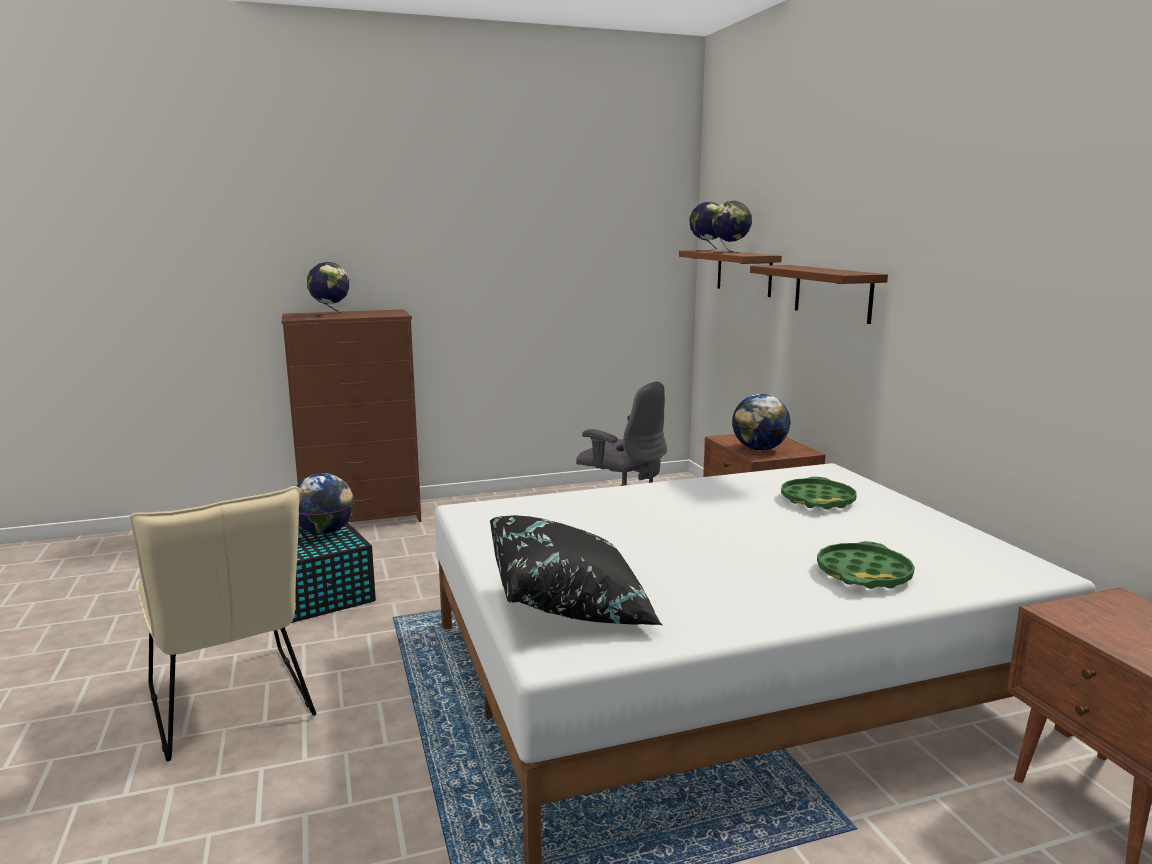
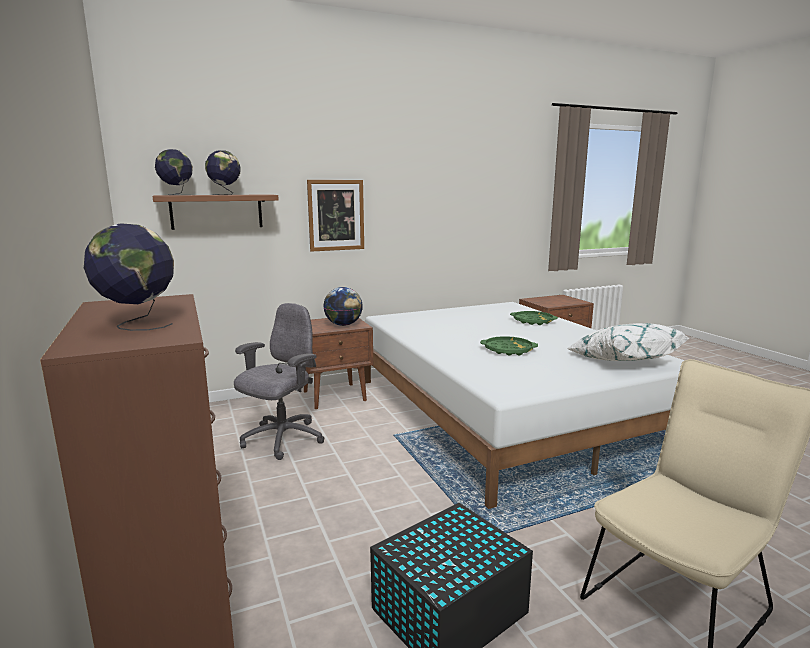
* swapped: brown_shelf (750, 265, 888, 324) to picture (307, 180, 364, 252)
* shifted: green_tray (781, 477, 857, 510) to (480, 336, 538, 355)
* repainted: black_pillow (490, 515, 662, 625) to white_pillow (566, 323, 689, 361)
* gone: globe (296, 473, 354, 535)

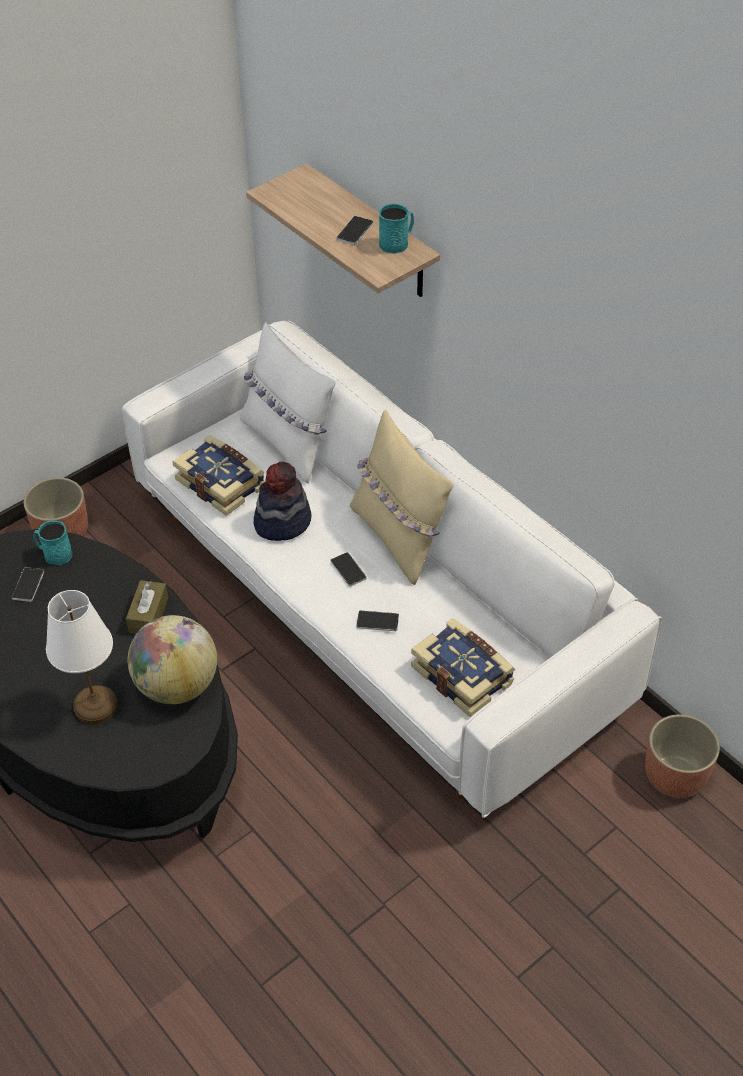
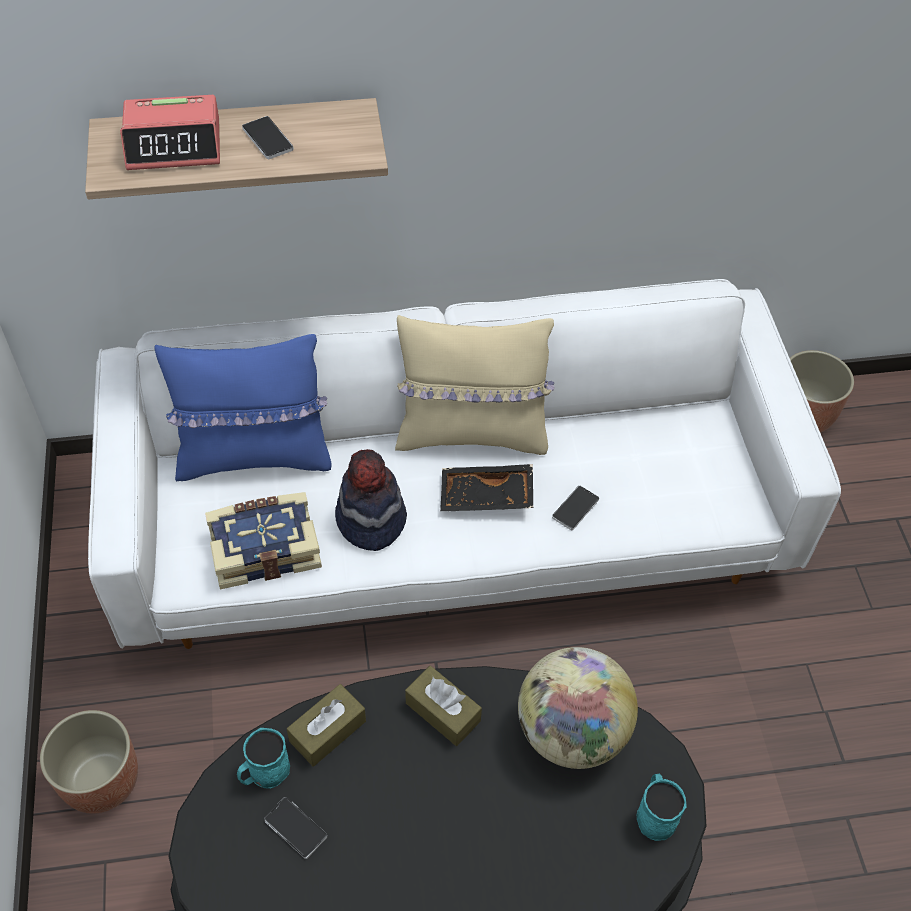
* new: alarm_clock (120, 95, 220, 170)
* repainted: white_pillow (240, 322, 336, 483) to blue_pillow (154, 334, 332, 481)
* new: brown_tissue_box (287, 684, 366, 767)
* swapped: phone (331, 552, 367, 587) to black_tray (440, 464, 533, 511)
* shifted: turquoise_mug (379, 203, 414, 253) to (637, 774, 687, 841)
* gone: white_table_lamp (46, 590, 117, 724)
* gone: book (411, 618, 515, 717)

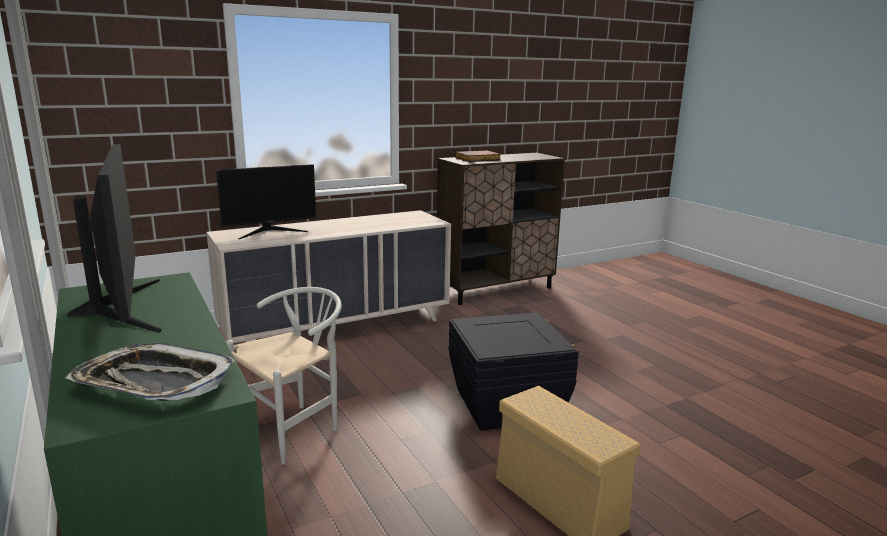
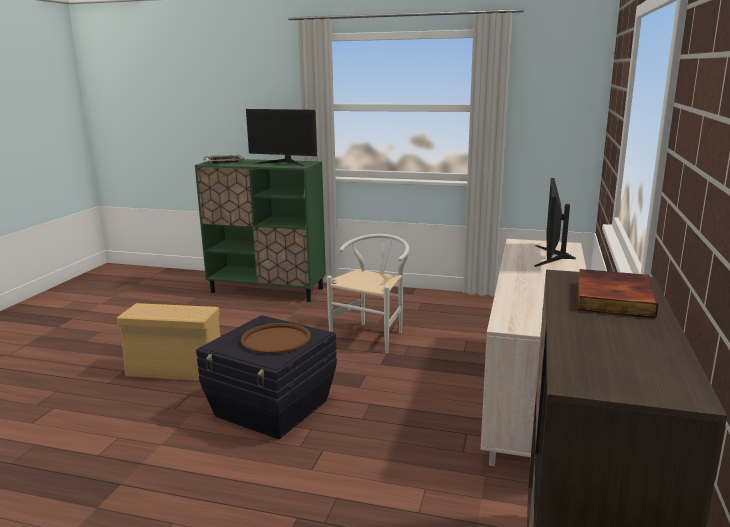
* new: brown_tray (241, 323, 311, 354)
* rotated: white_chair (226, 287, 342, 465) = (327, 234, 409, 353) 150 degrees counterclockwise

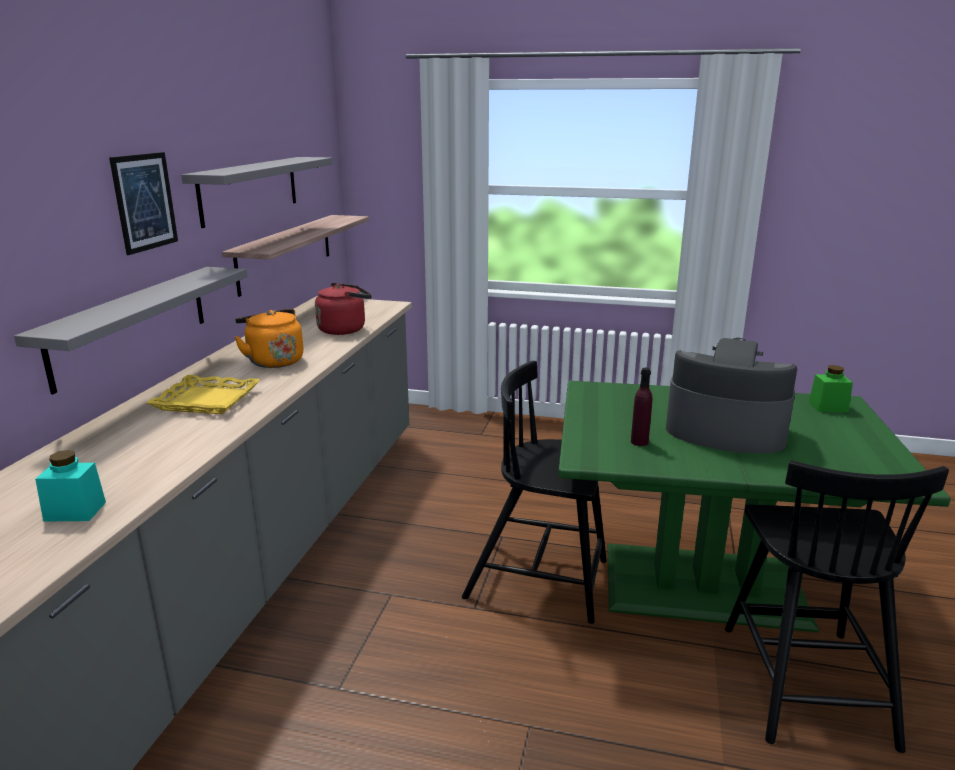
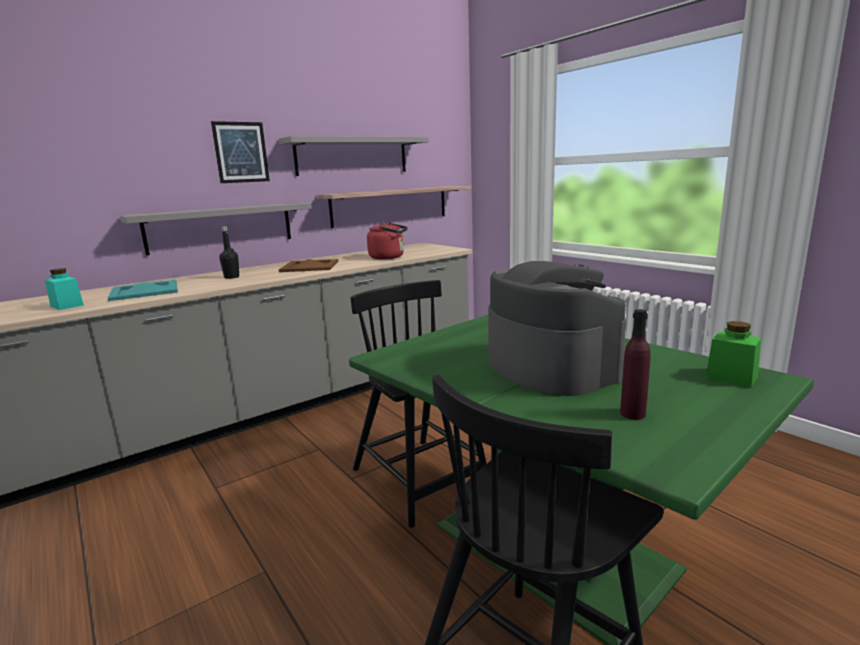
* new: turquoise_tray (108, 280, 178, 301)
* swapped: yellow_tray (147, 375, 260, 414) to black_bottle (219, 226, 239, 279)
* swapped: orange_kettle (234, 309, 304, 368) to brown_tray (279, 259, 338, 272)
* shifted: purple_bottle (631, 368, 652, 446) to (620, 309, 651, 420)

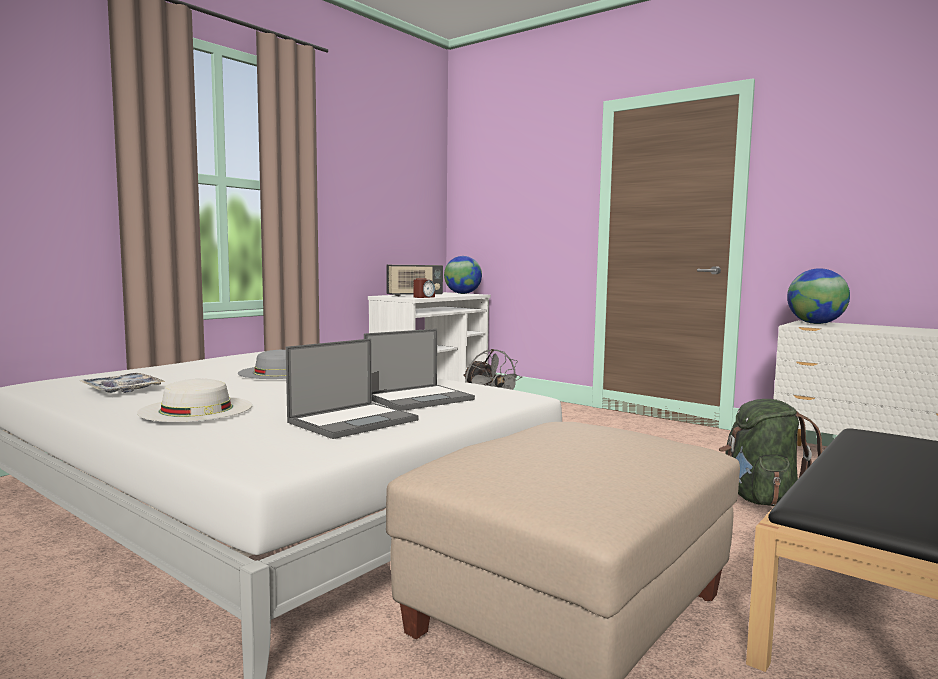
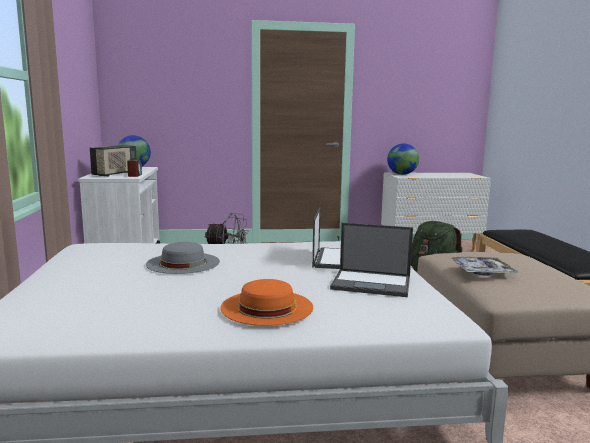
* repainted: white_hat (137, 379, 252, 422) to orange_hat (221, 279, 313, 326)
* rotated: laptop (286, 339, 418, 439) = (330, 223, 413, 297) 105 degrees clockwise
* shifted: tray (80, 373, 165, 393) to (452, 257, 519, 275)

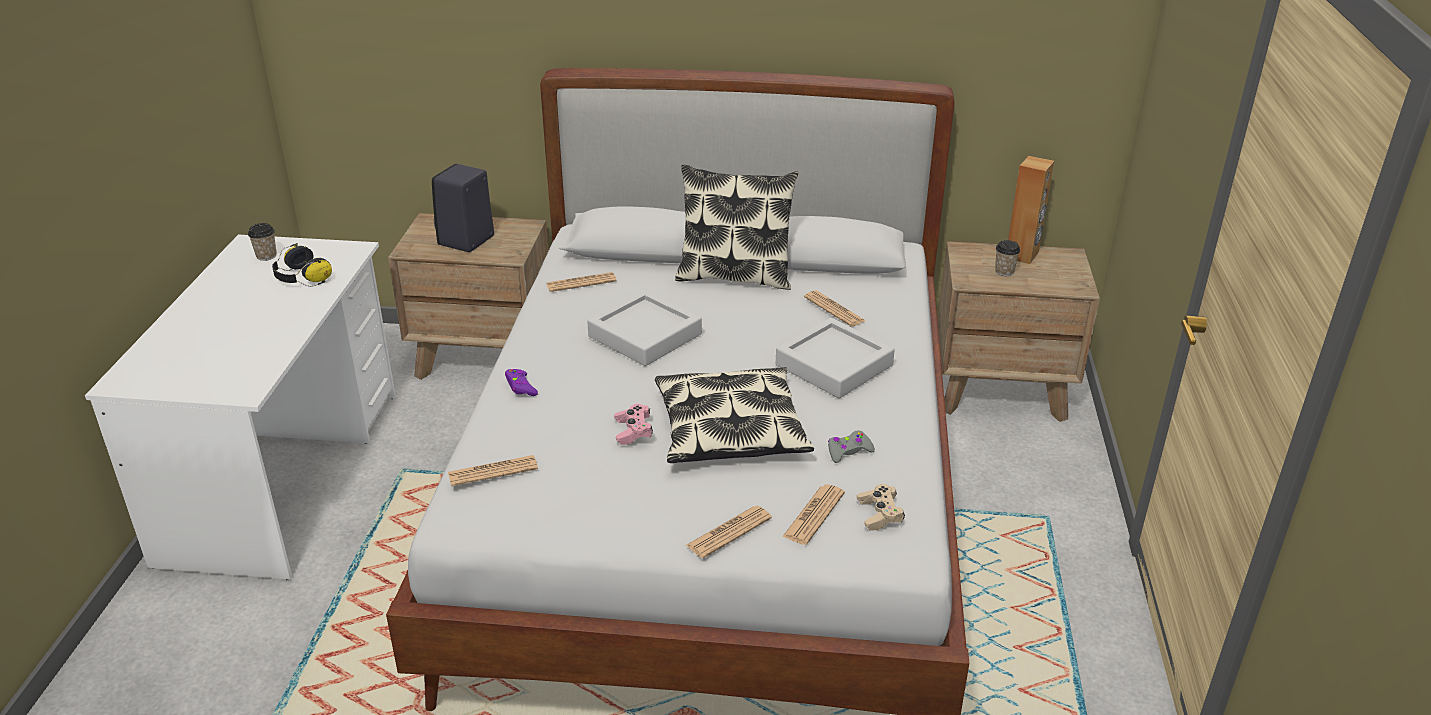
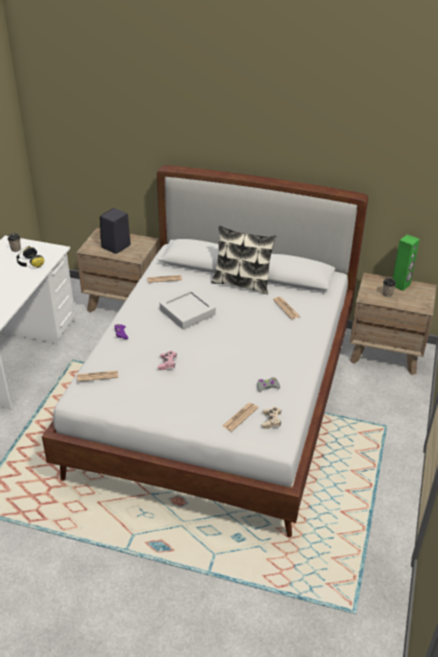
* repainted: brown_speaker (1008, 156, 1054, 264) to green_speaker (392, 235, 420, 291)
* gone: pillow (655, 367, 814, 463)
* gone: newspaper (686, 505, 772, 558)
* gone: grey_tray (776, 318, 895, 398)

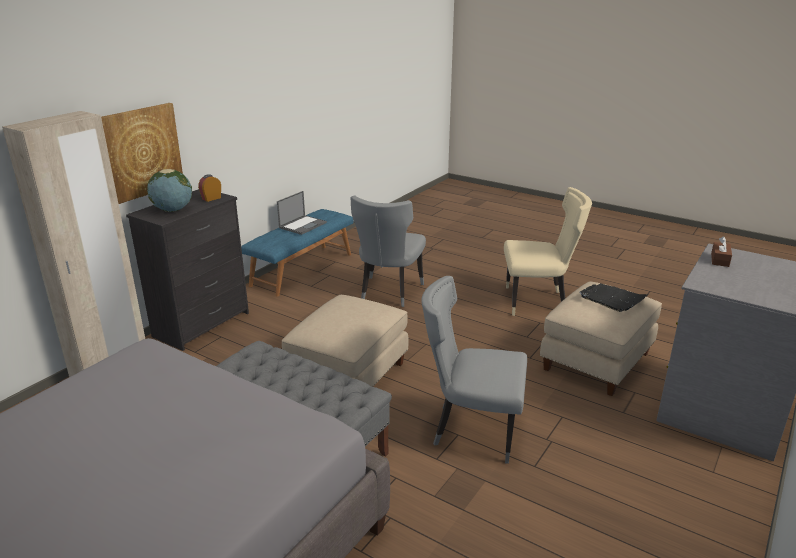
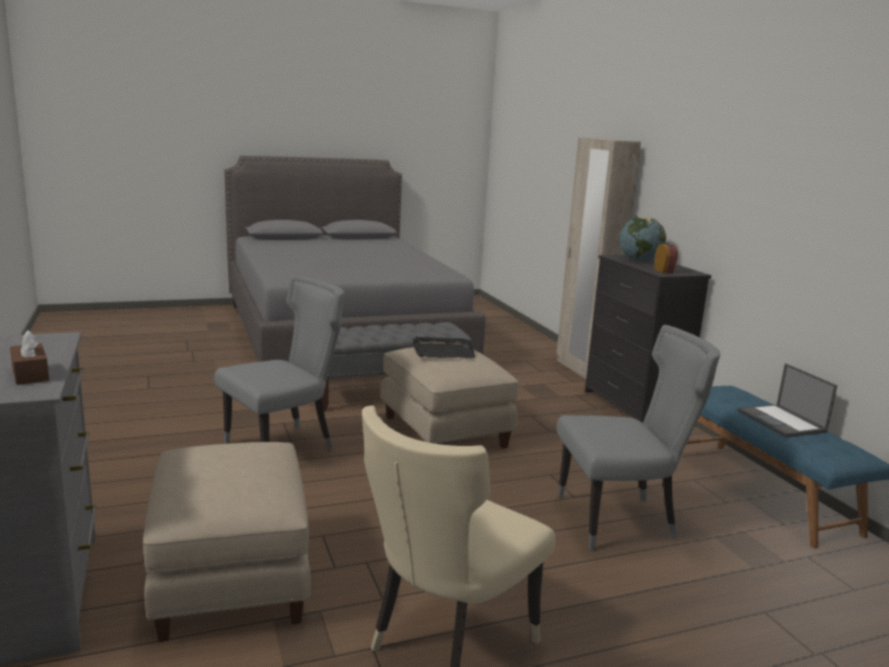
* shifted: black_tray (580, 283, 648, 312) to (413, 336, 475, 358)
* rotated: grey_chair (351, 195, 426, 307) = (557, 325, 720, 551) 120 degrees clockwise
* gone: picture (101, 103, 183, 204)

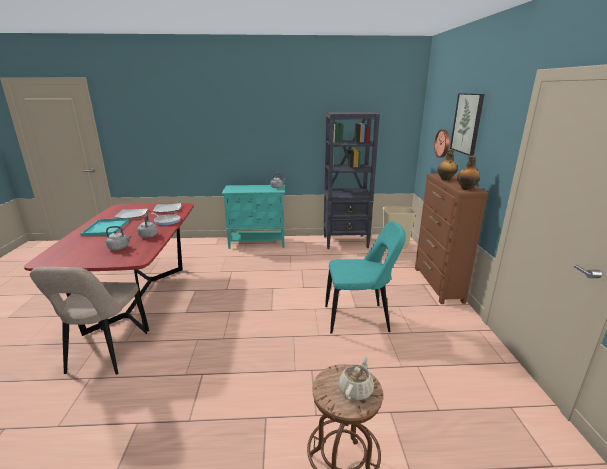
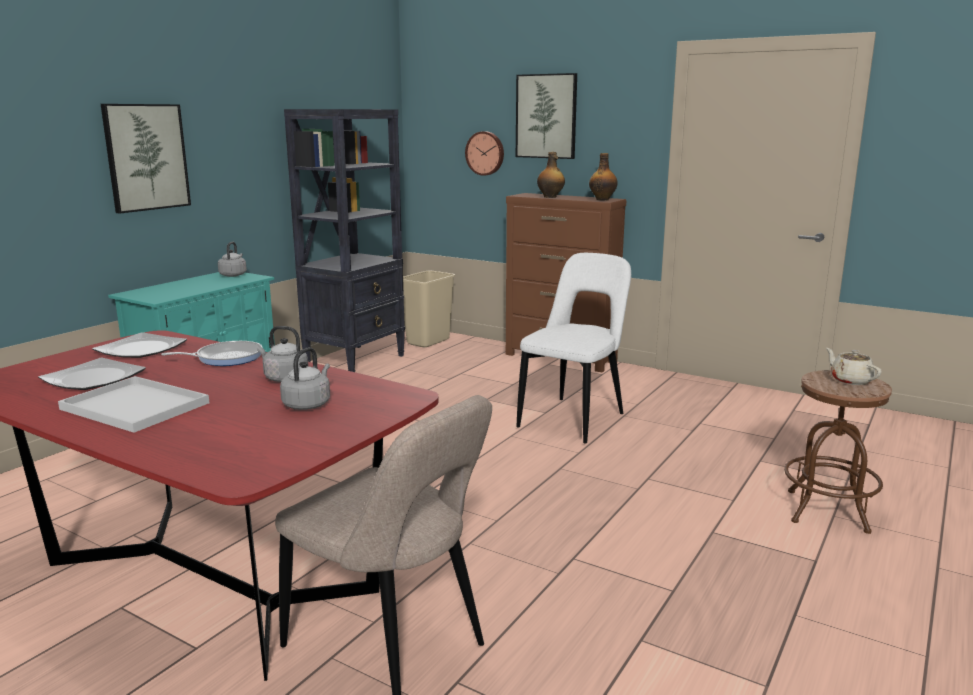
* repainted: turquoise_tray (80, 218, 129, 236) to white_tray (58, 376, 209, 433)
* new: picture (101, 104, 191, 213)
* repainted: turquoise_chair (325, 221, 406, 334) to white_chair (516, 253, 631, 443)

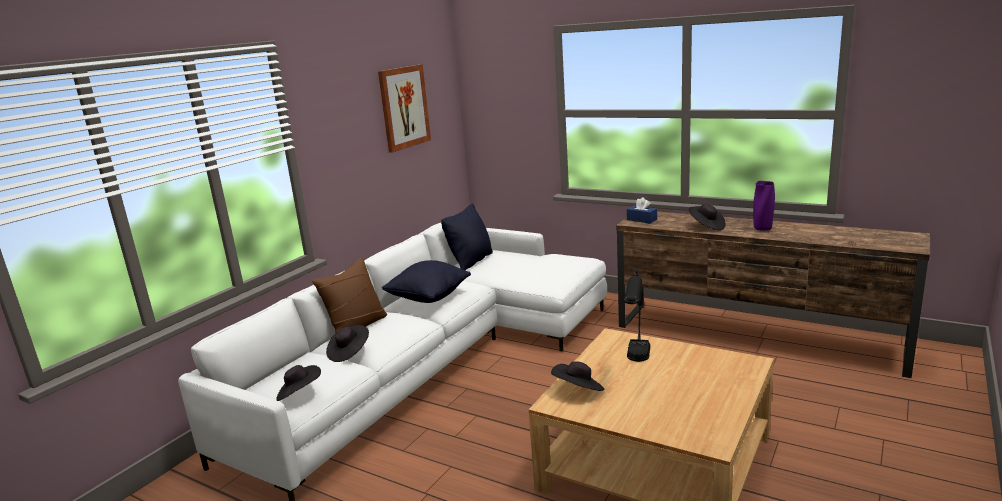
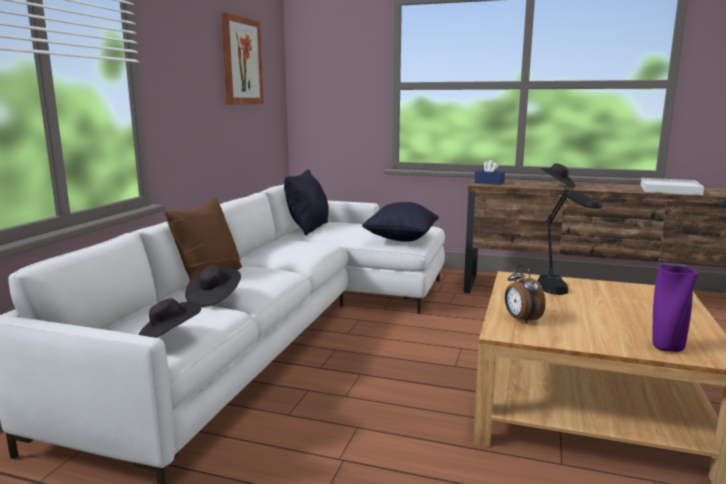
* shifted: black_pillow (382, 260, 471, 303) to (362, 202, 439, 242)
* swapped: black_hat (551, 361, 604, 391) to alarm_clock (505, 265, 546, 324)
* new: white_tray (641, 178, 704, 195)
* shifted: purple_vase (753, 181, 775, 231) to (653, 264, 698, 352)

